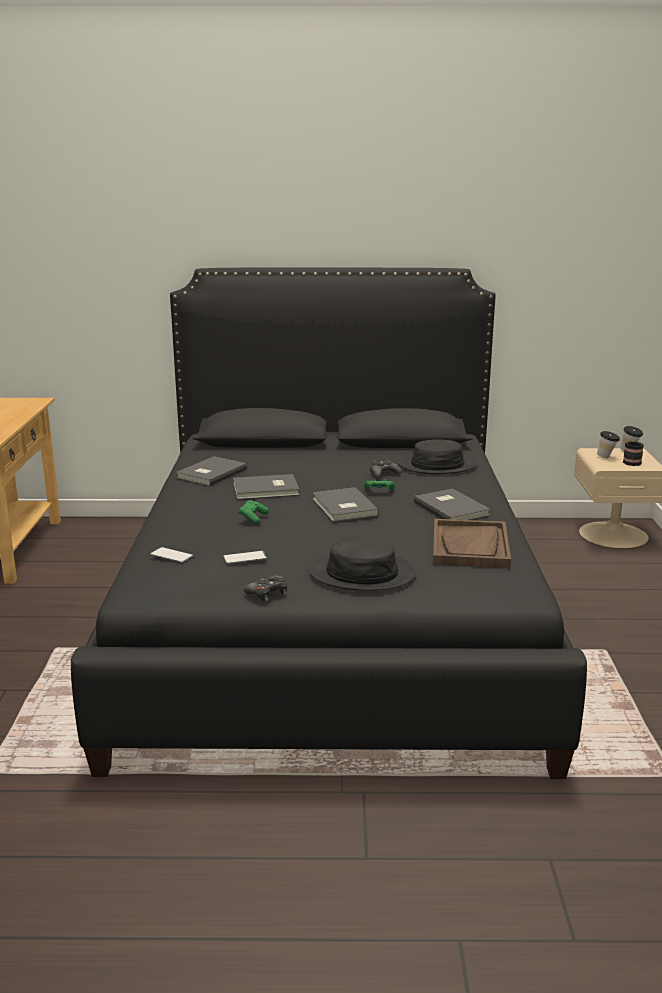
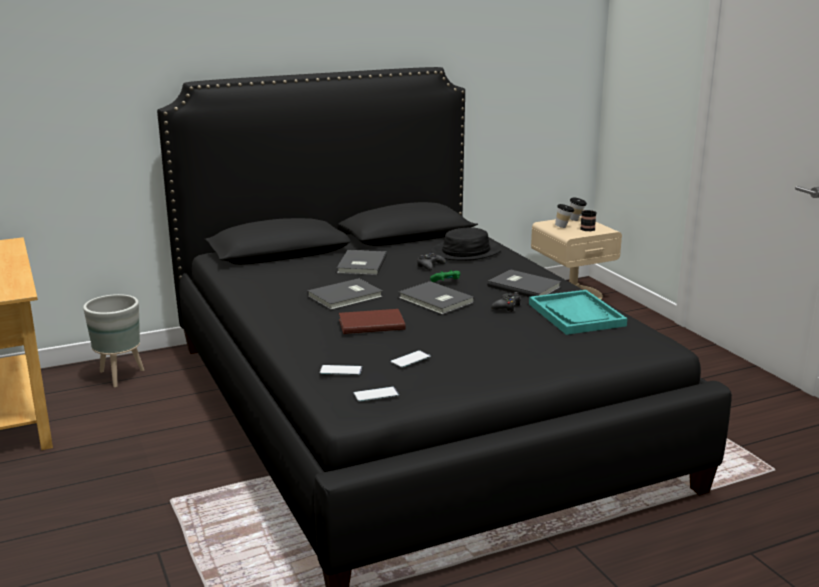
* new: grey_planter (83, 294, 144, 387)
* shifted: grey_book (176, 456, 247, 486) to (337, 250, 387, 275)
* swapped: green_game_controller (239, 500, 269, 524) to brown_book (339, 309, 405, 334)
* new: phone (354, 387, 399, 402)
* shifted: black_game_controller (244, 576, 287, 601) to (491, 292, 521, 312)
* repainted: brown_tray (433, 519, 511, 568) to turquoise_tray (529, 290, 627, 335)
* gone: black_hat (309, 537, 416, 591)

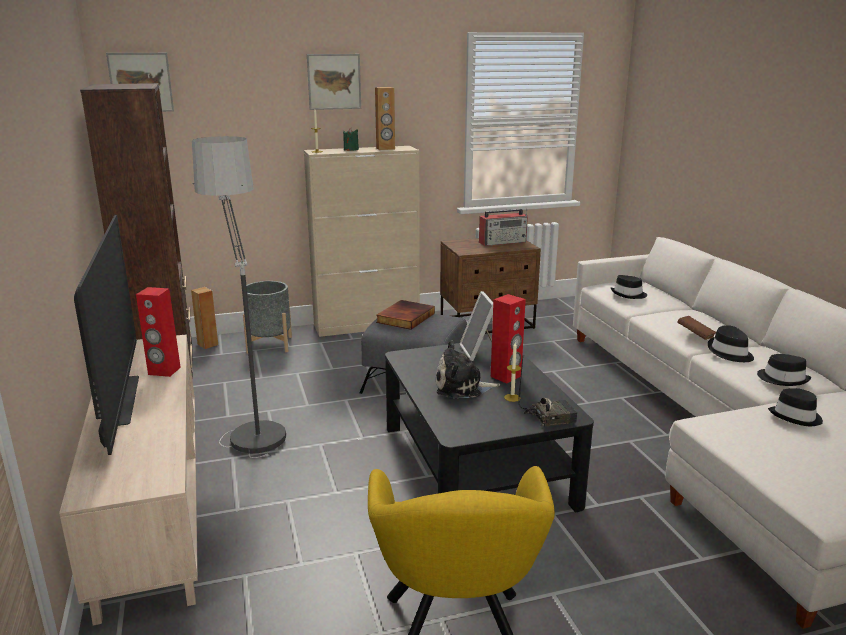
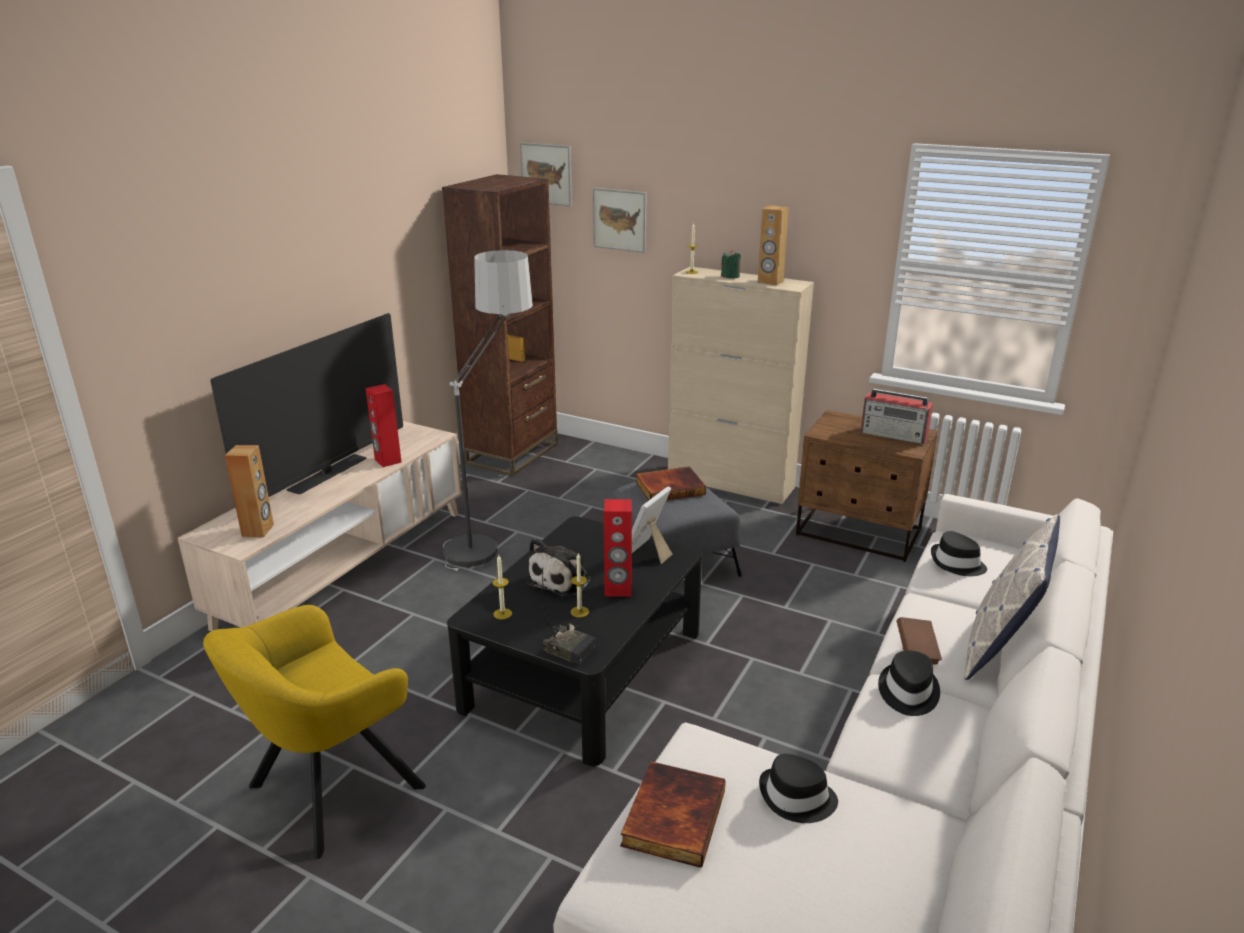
* shifted: brown_speaker (191, 287, 218, 349) to (225, 445, 274, 537)
* new: candle (492, 555, 512, 620)
* rotated: plush_toy (436, 340, 500, 398) = (526, 538, 591, 597) 105 degrees counterclockwise
* shifted: picture (307, 54, 361, 110) to (593, 188, 647, 253)
* new: book (620, 761, 726, 868)
* new: pillow (964, 514, 1060, 680)
* gone: grey_planter (243, 281, 292, 354)
* gone: black_hat (757, 354, 811, 386)

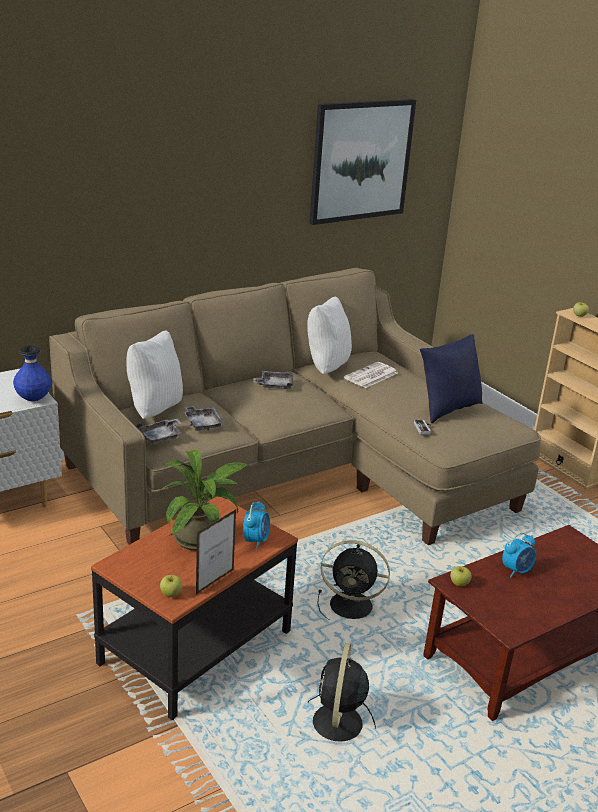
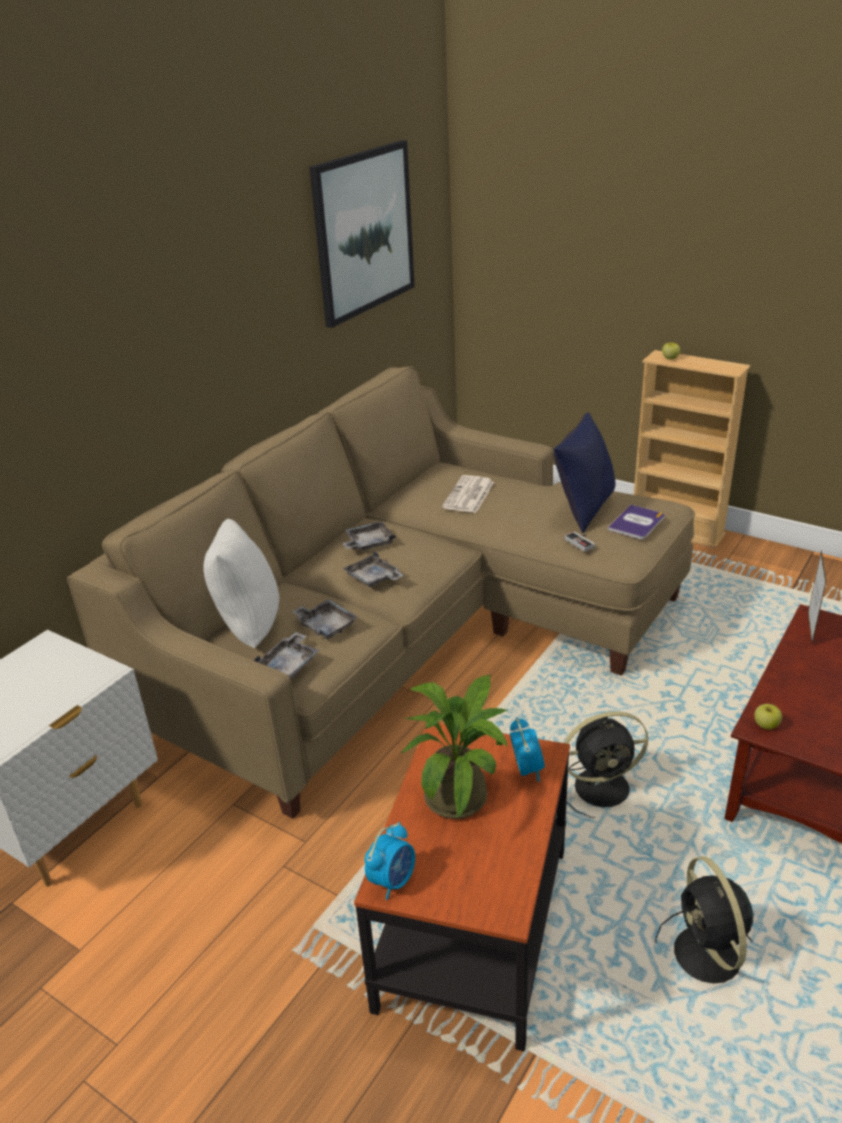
* new: grey_tray (342, 551, 404, 588)
* shifted: alarm_clock (502, 533, 536, 578) to (365, 822, 415, 900)
* new: book (608, 505, 664, 539)
* shifted: picture_frame (196, 509, 236, 594) to (808, 549, 827, 644)
* gone: blue_vase (13, 345, 51, 401)
* gone: apple (160, 575, 182, 597)
* gone: white_pillow (307, 297, 352, 374)

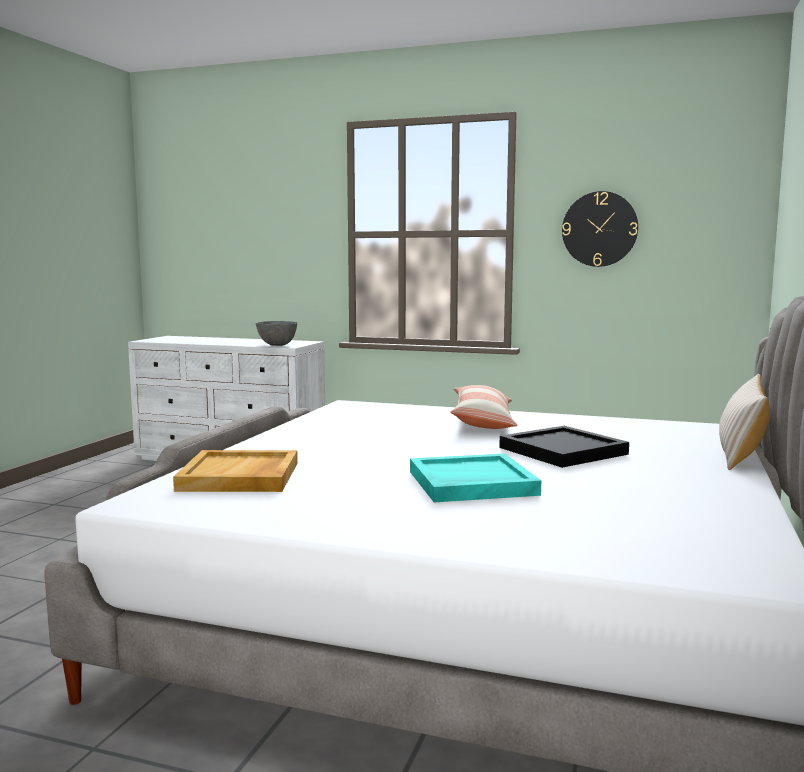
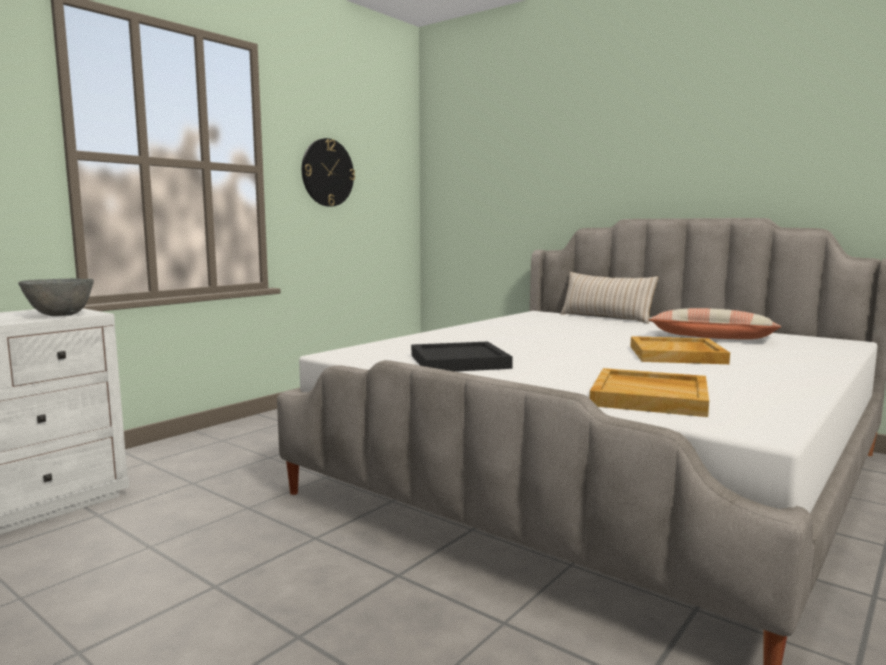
* shifted: black_tray (499, 426, 629, 468) to (411, 342, 513, 372)
* repainted: turquoise_tray (410, 453, 541, 502) to beige_tray (630, 336, 730, 364)
* shifted: pillow (450, 385, 517, 429) to (648, 308, 781, 339)

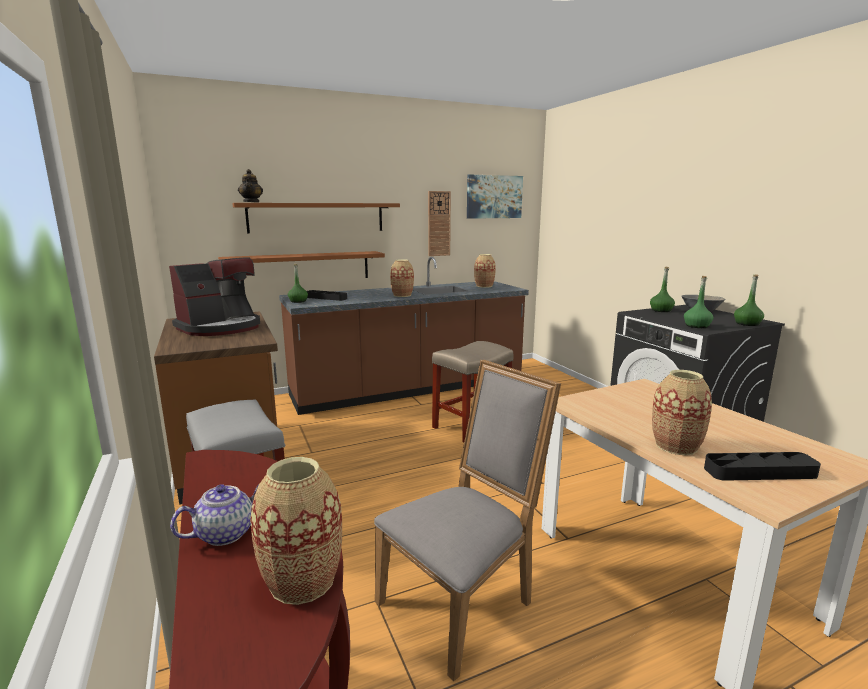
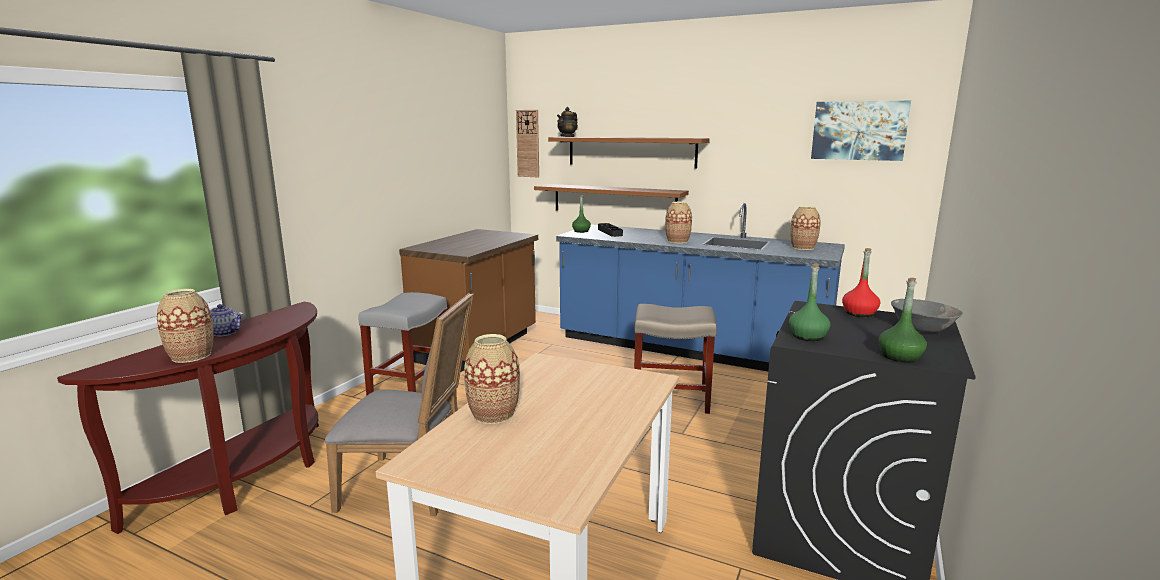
* shifted: wall_clock (428, 191, 451, 256) to (516, 110, 539, 177)
* repainted: brown_counter (279, 257, 529, 415) to blue_counter (556, 203, 845, 371)
* repainted: green_bottle (650, 267, 675, 312) to red_bottle (842, 248, 880, 317)
* gone: coffee_machine (169, 257, 260, 336)
* gone: black_tray (704, 452, 821, 481)

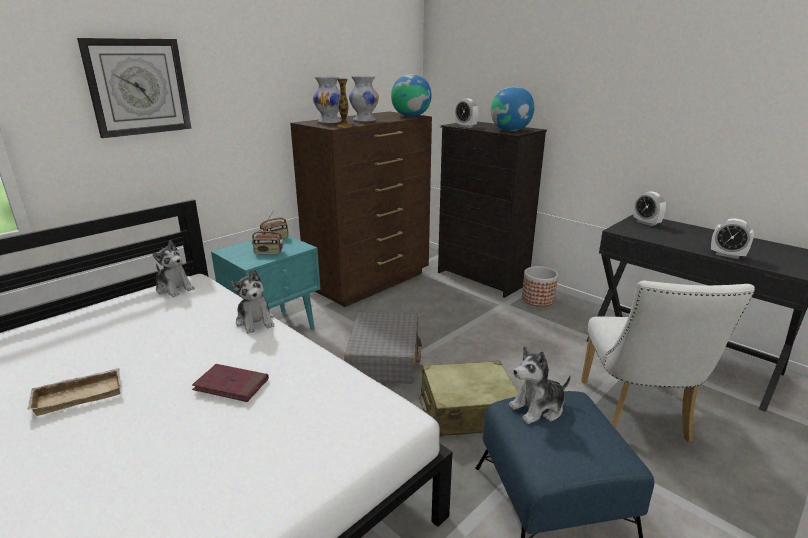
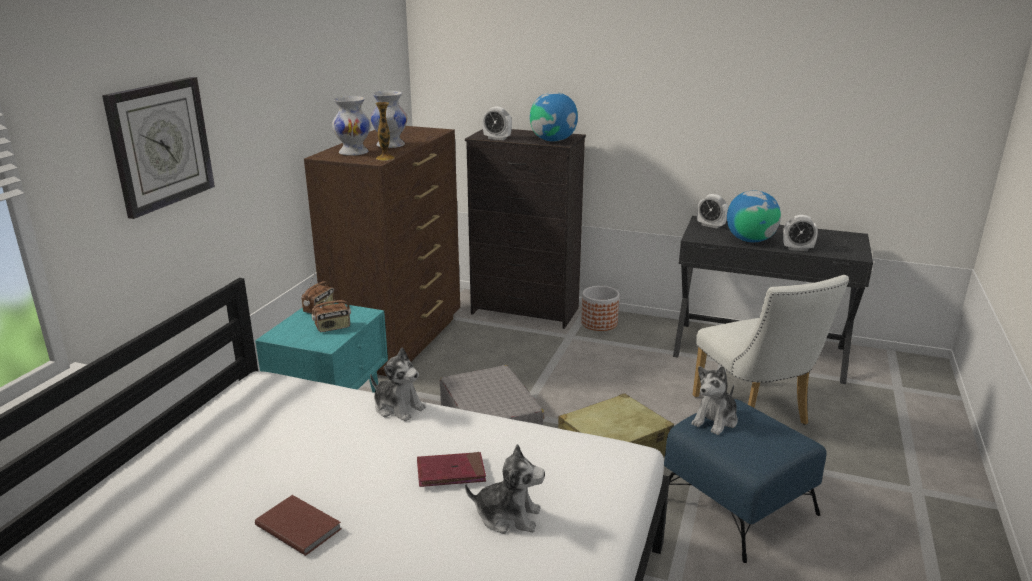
* swapped: beige_tray (27, 368, 121, 416) to brown_book (255, 495, 341, 556)
* shifted: plush_toy (152, 240, 195, 297) to (465, 444, 545, 534)
* shifted: globe (391, 74, 432, 117) to (727, 191, 781, 242)

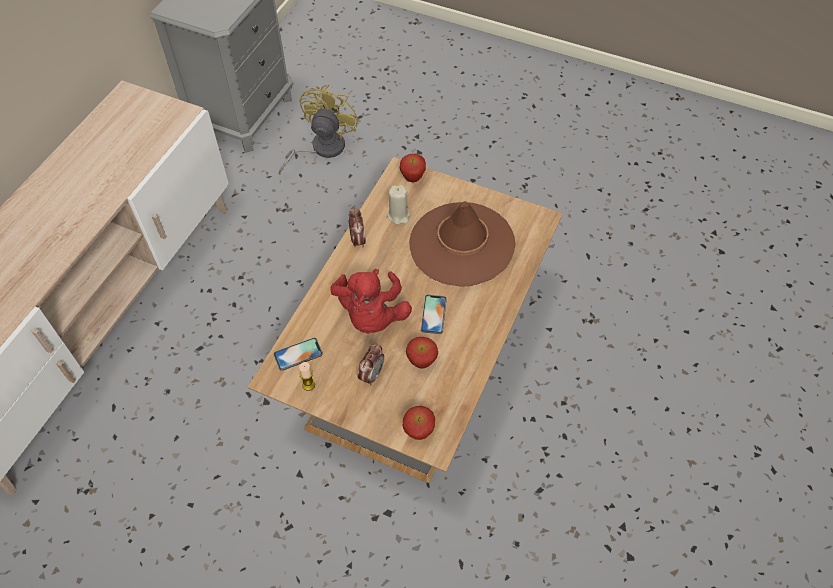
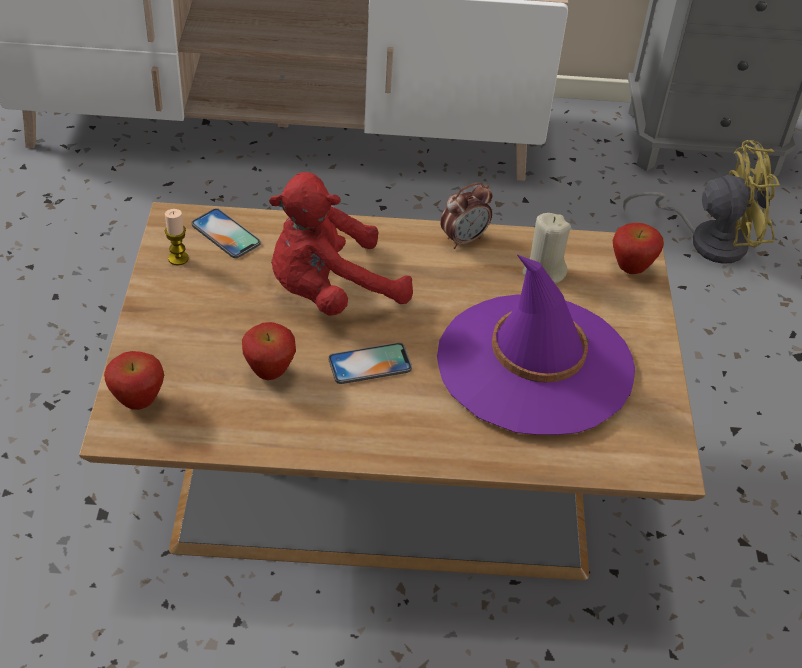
* repainted: brown_hat (409, 201, 515, 287) to purple_hat (437, 255, 635, 435)
* gone: alarm_clock (357, 343, 384, 386)

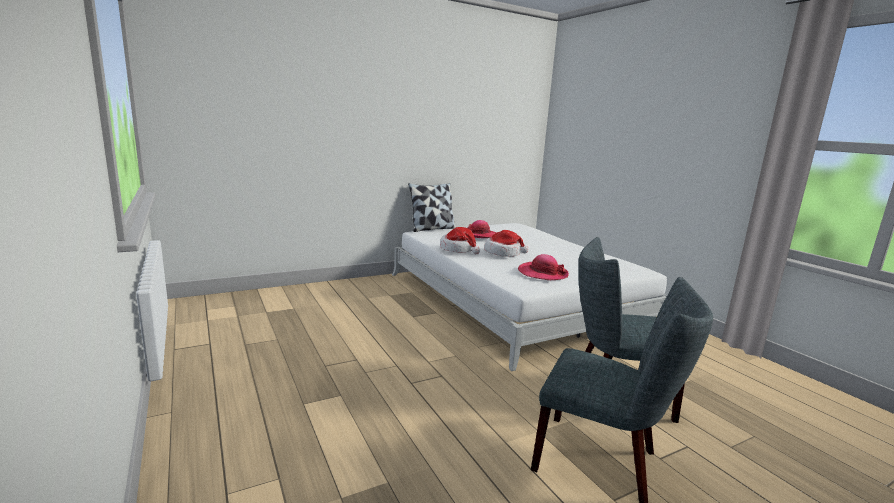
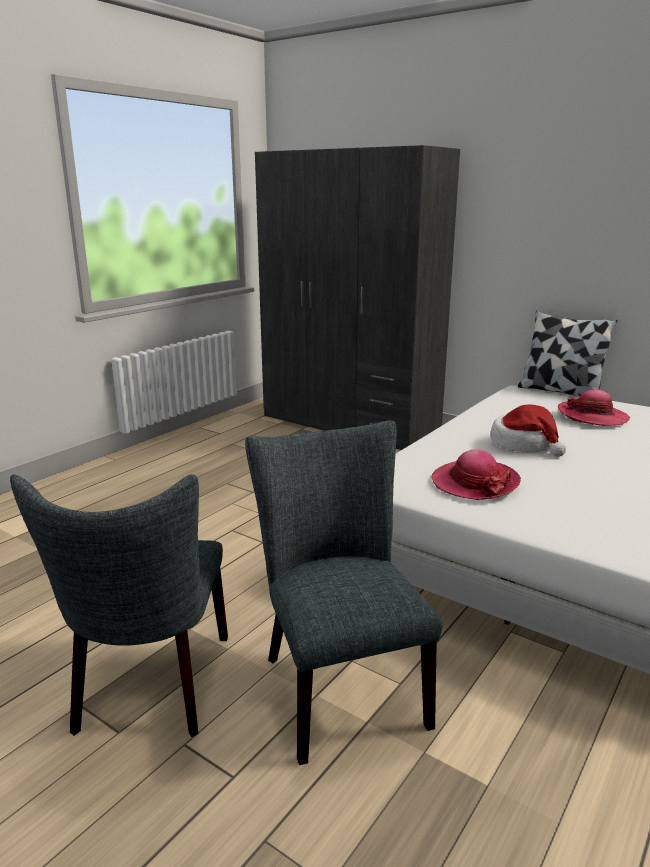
* new: grey_wardrobe (255, 145, 460, 450)
* gone: hat (440, 227, 480, 254)

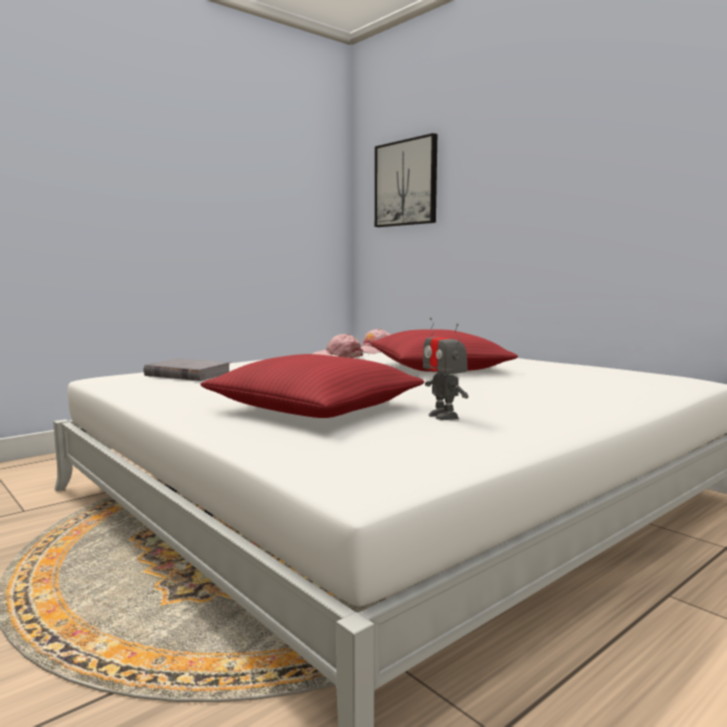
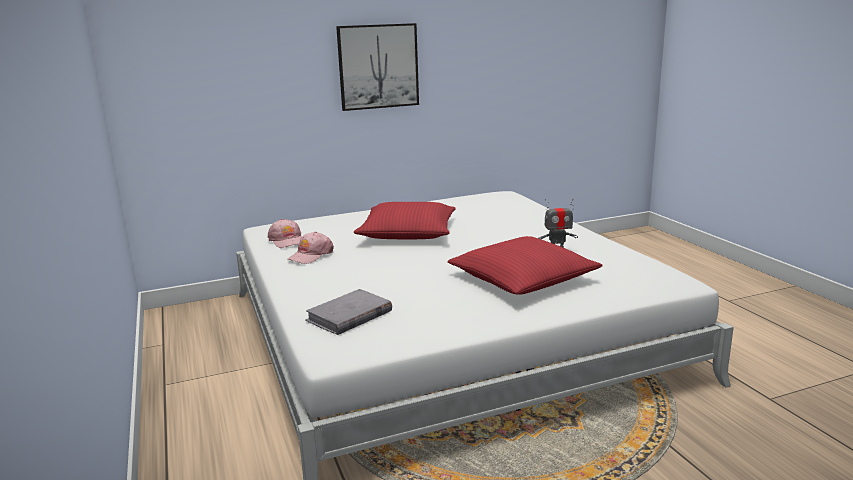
* shifted: picture (375, 133, 437, 227) to (336, 23, 419, 111)

